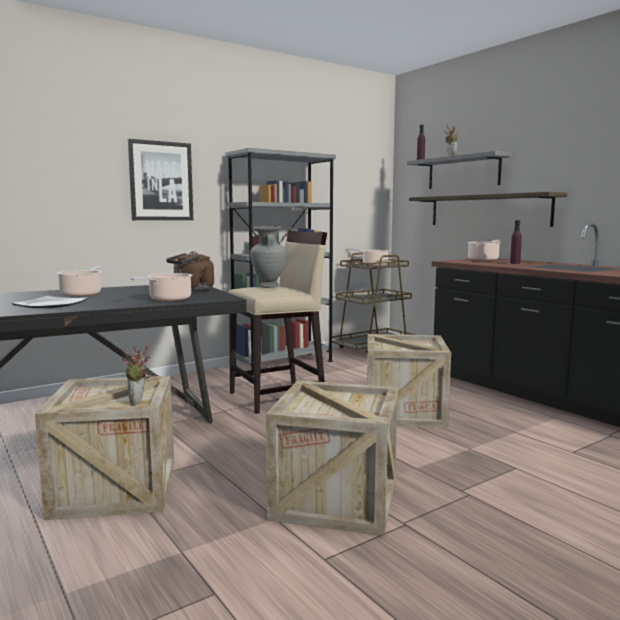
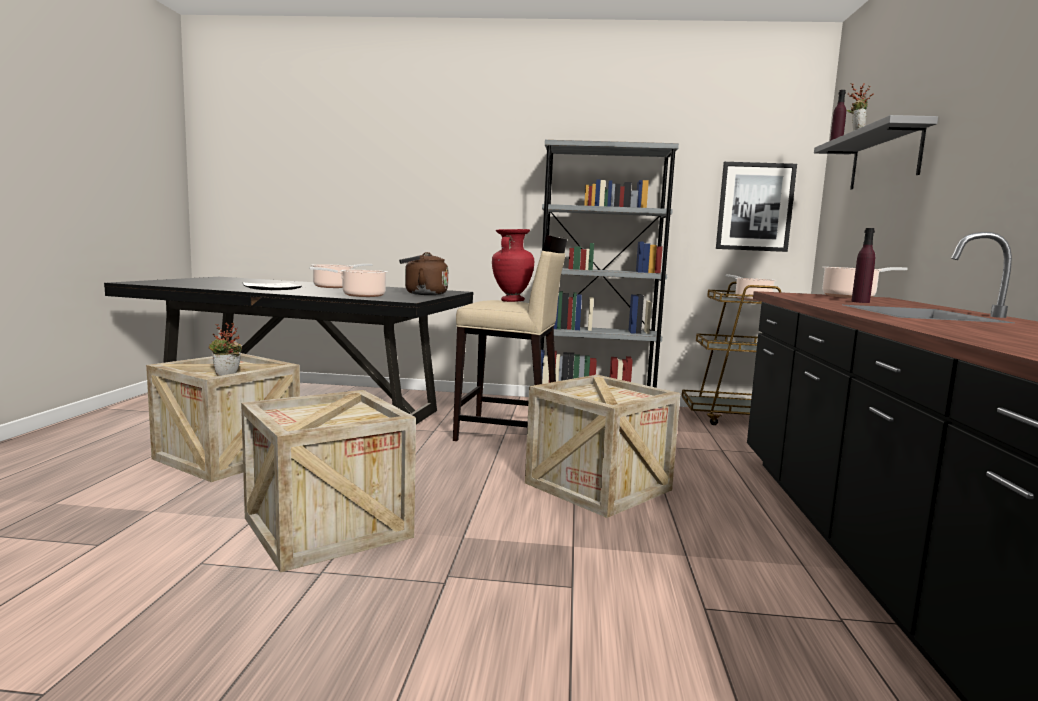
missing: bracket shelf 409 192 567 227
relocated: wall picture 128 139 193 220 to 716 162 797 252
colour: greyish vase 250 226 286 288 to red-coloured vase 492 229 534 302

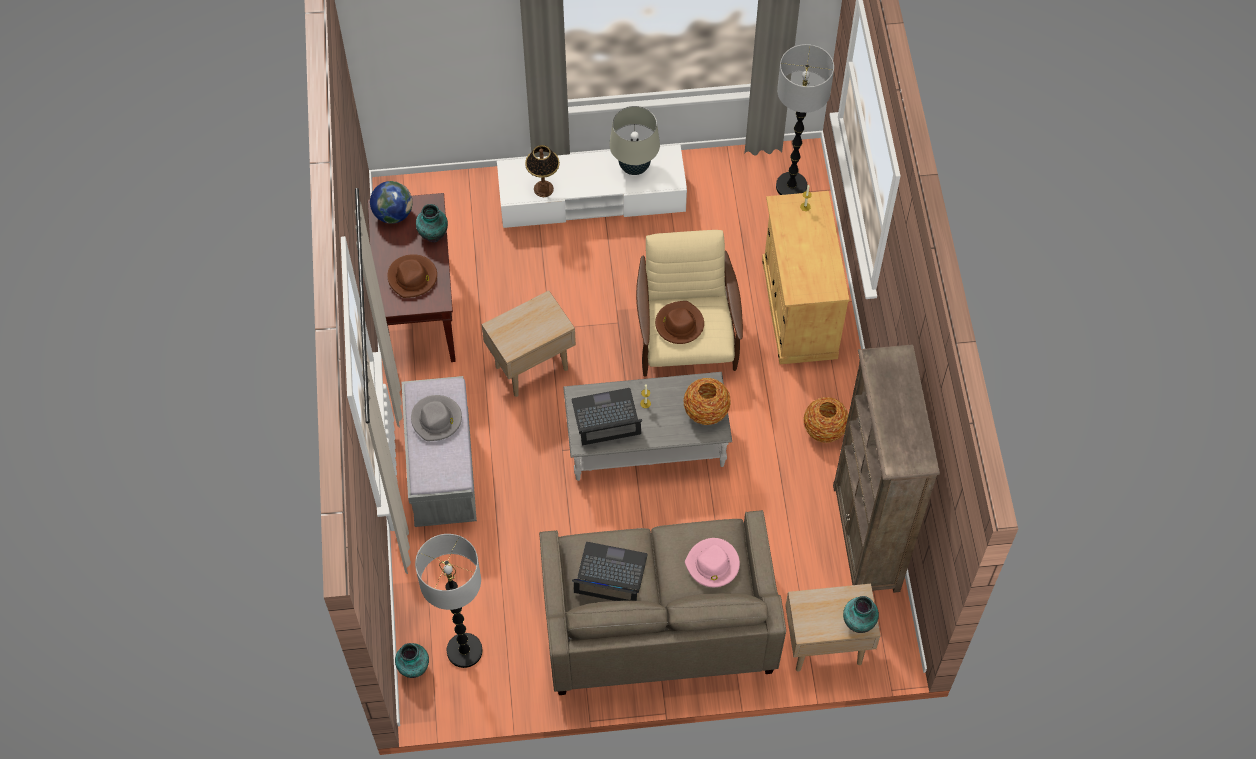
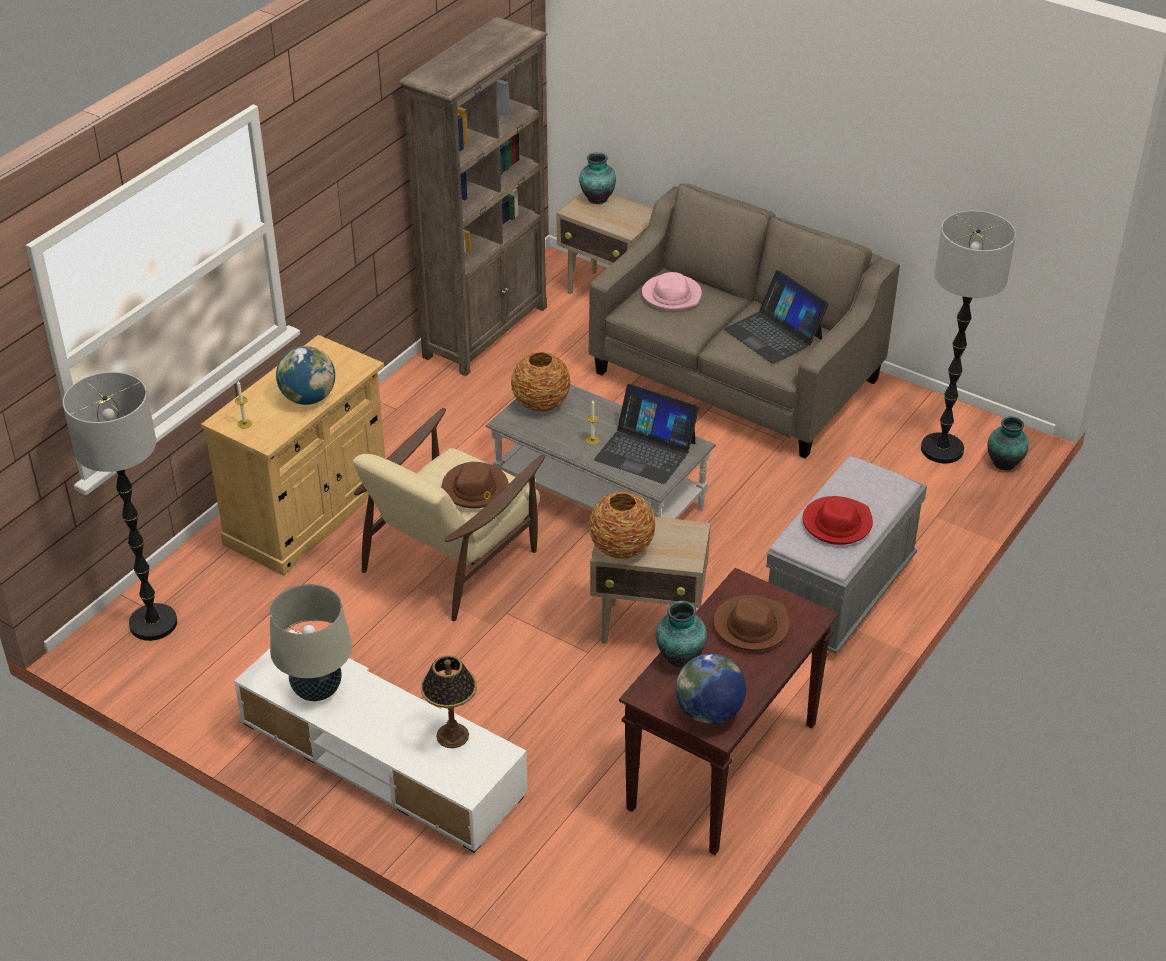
appeared: world globe 276 346 335 405
relocated: vase 803 397 848 443 to 589 492 656 559
colour: greyish clothing hat 411 395 462 441 to red-coloured clothing hat 803 496 873 545

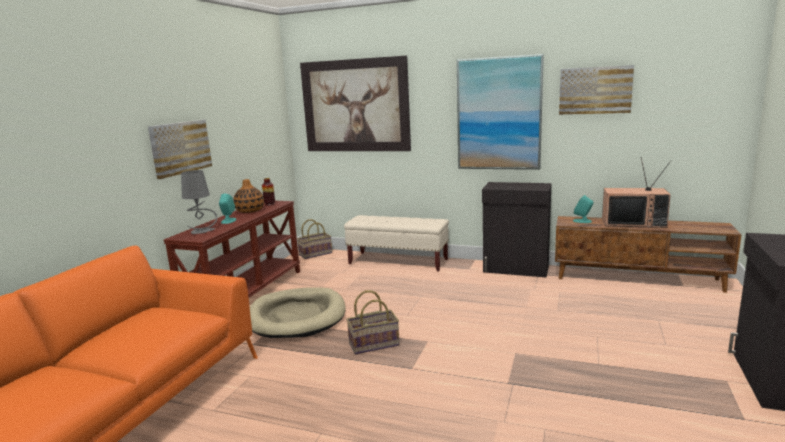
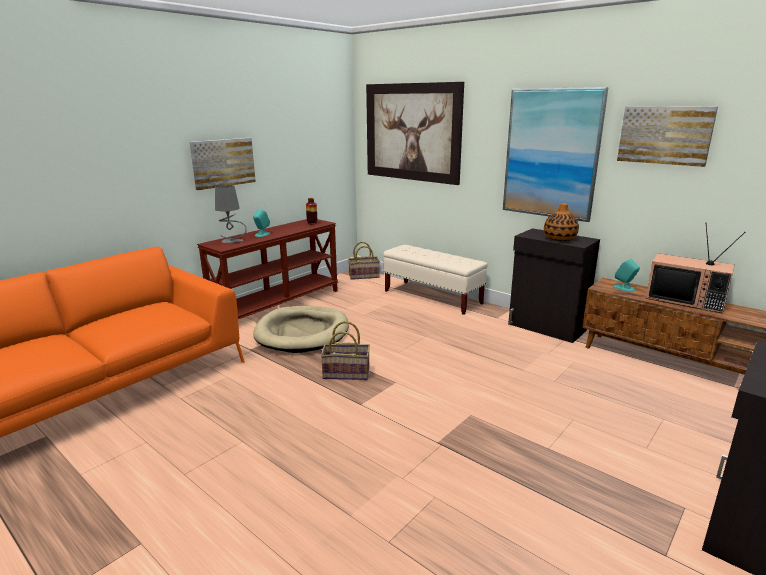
relocated: vase 233 179 264 213 to 544 203 579 241

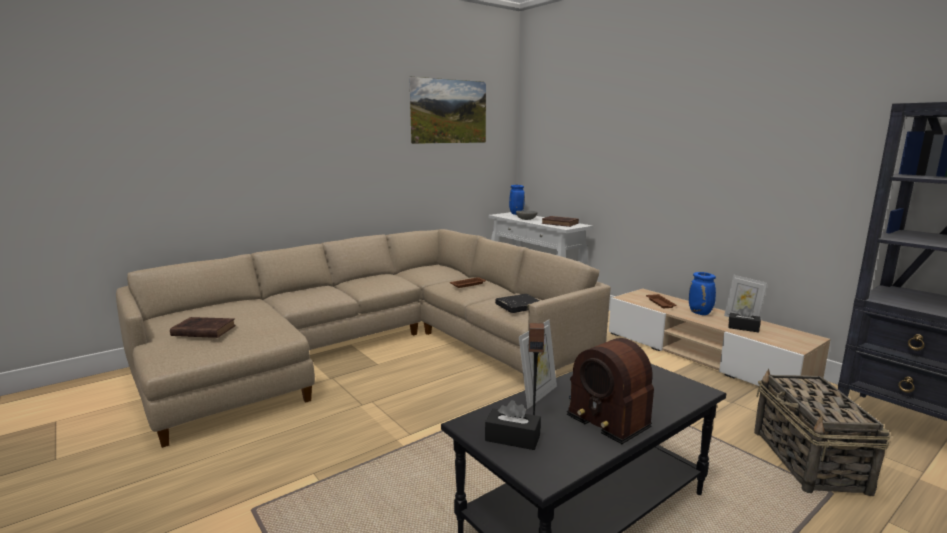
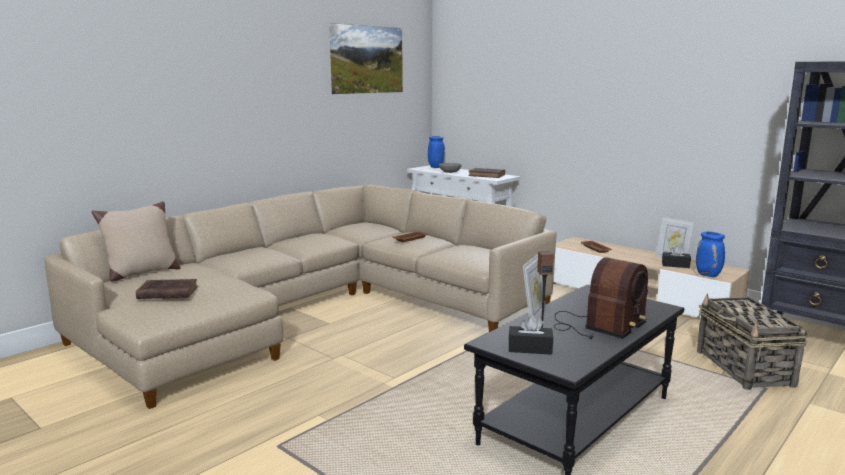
missing: black volume 495 294 540 313
appeared: sand-coloured cushion 92 201 180 282
relocated: blue-coloured vase 689 272 716 315 to 696 232 725 277
spun: radio 567 338 654 444 = 554 257 648 339 90 degrees counterclockwise

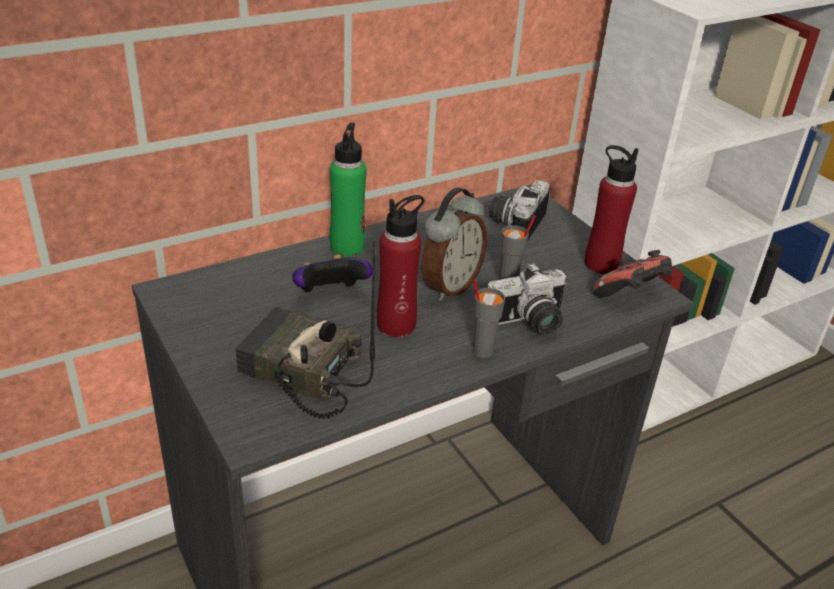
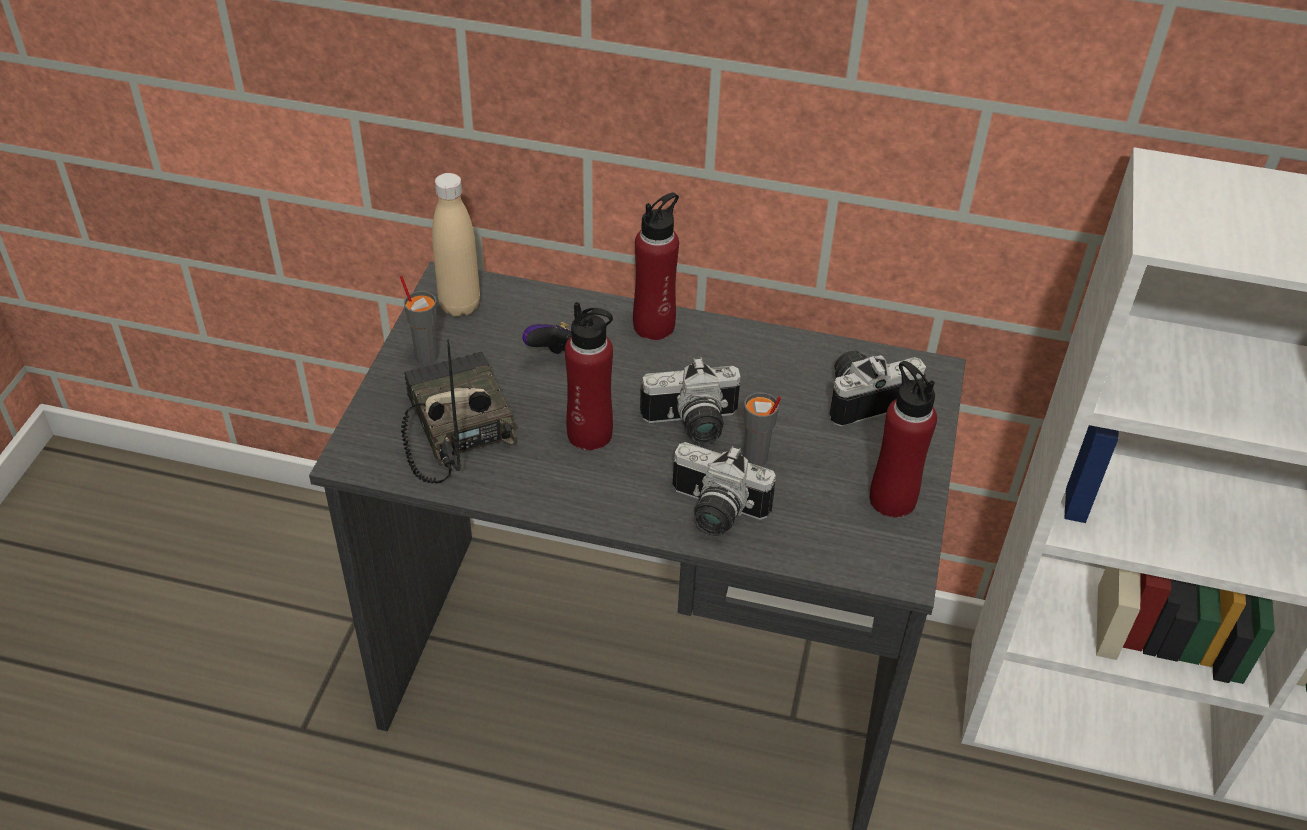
missing: gamepad 593 250 673 297
appeared: sand-coloured bottle 432 173 480 317
relocated: greyish small cup 473 279 505 358 to 400 276 438 364
exchanged: alarm clock 421 187 487 301 to still camera 640 357 741 444
colour: greenish bottle 330 122 367 257 to red-coloured bottle 633 193 679 340

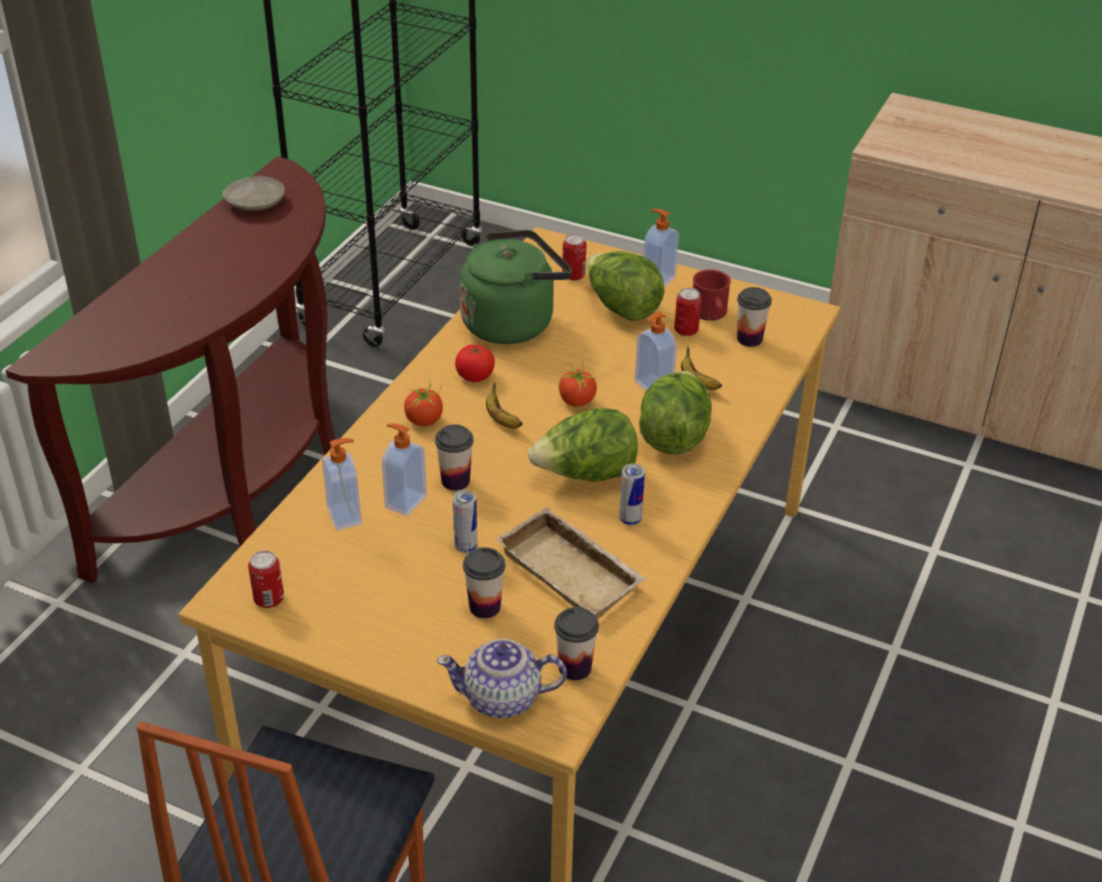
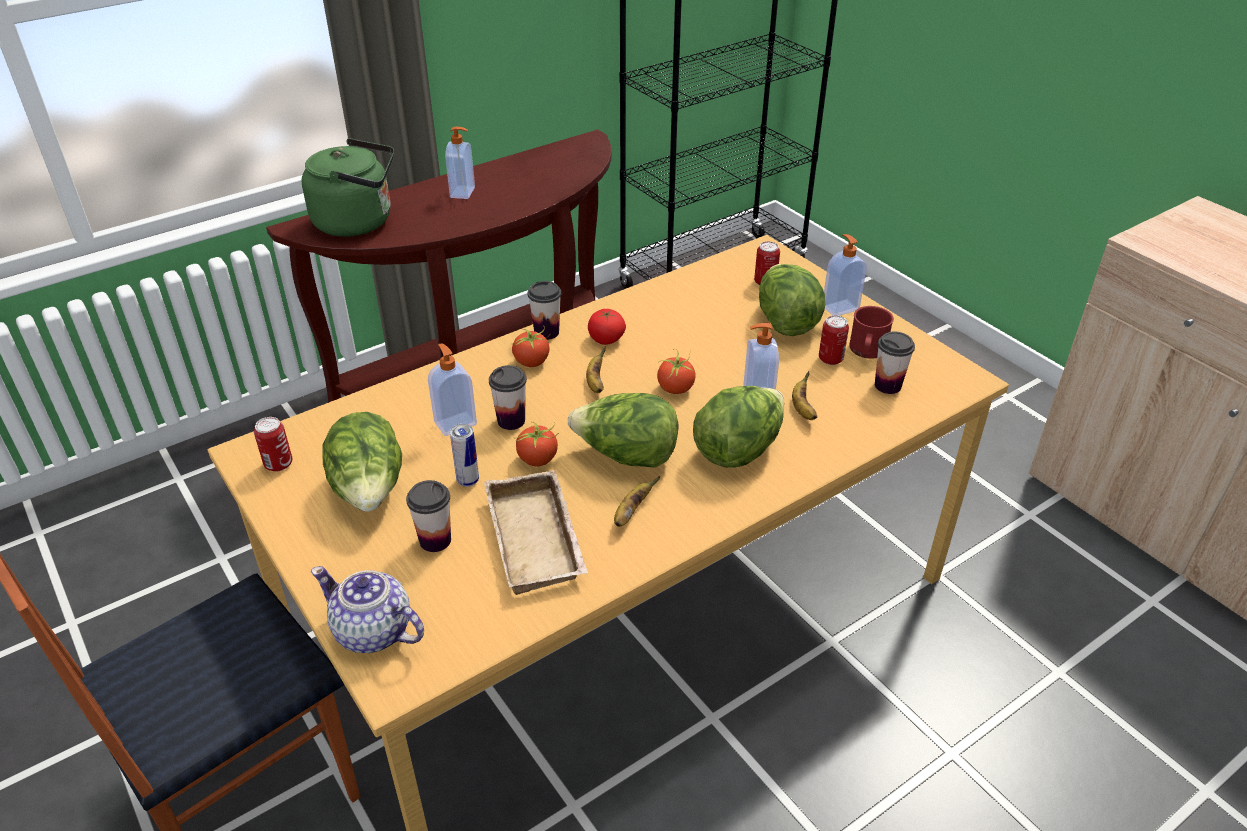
missing: sand-coloured dinner plate 223 176 285 211
appeared: lettuce 322 412 402 512; fresh tomato 516 421 559 466
relocated: greenish kettle 459 230 572 344 to 302 138 394 237; soap dispenser 322 438 362 530 to 445 127 475 199; small cup 554 607 599 680 to 528 281 561 340
exchanged: sealed can 619 464 645 526 to whole banana 614 476 660 527

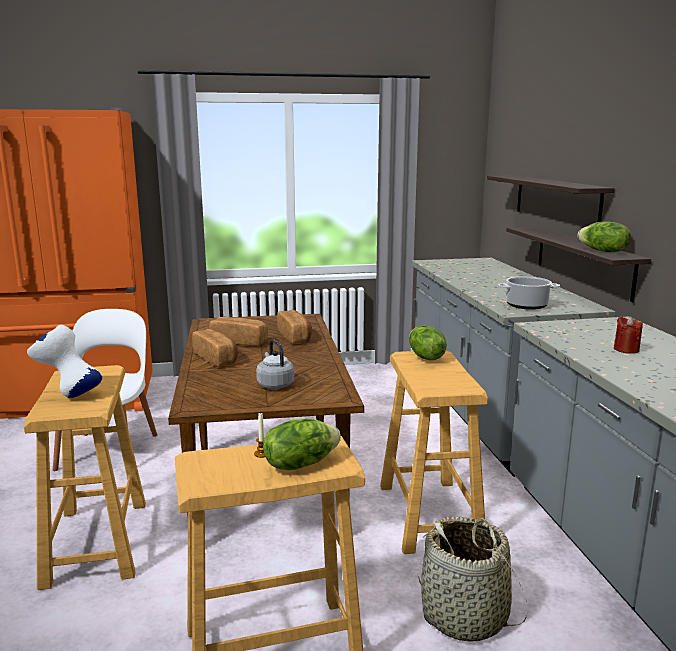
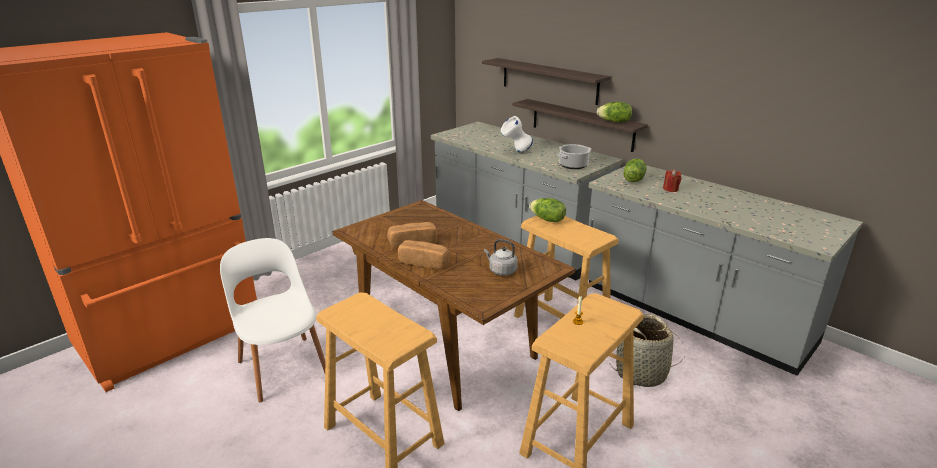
missing: bakery bread 277 310 312 344
relocated: white-coloured vase 27 325 102 398 to 501 116 533 152; lettuce 263 419 341 470 to 624 158 647 182

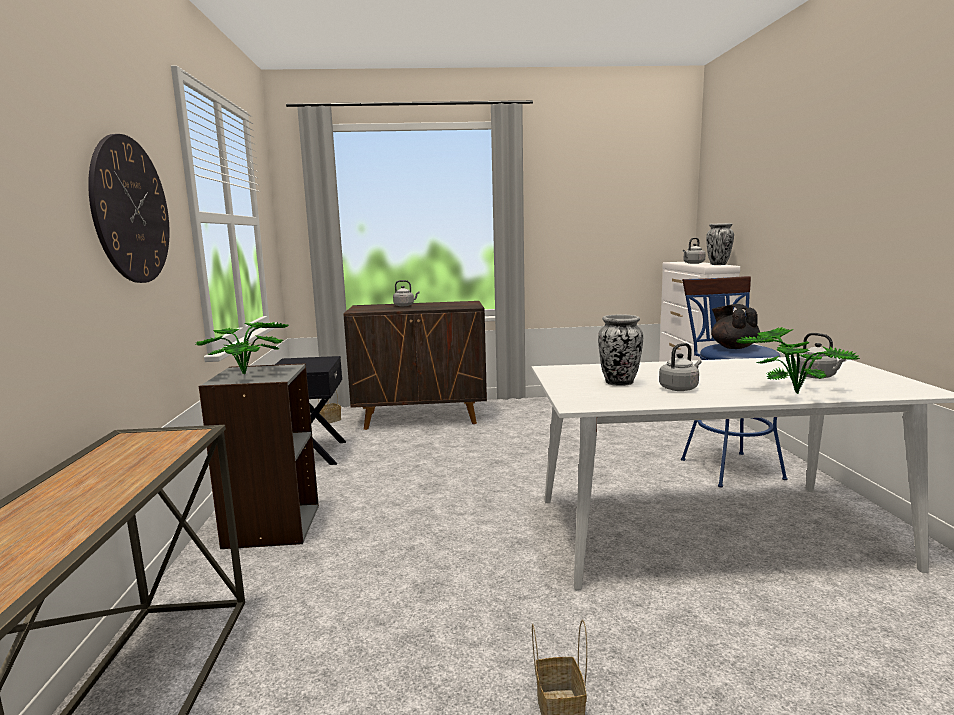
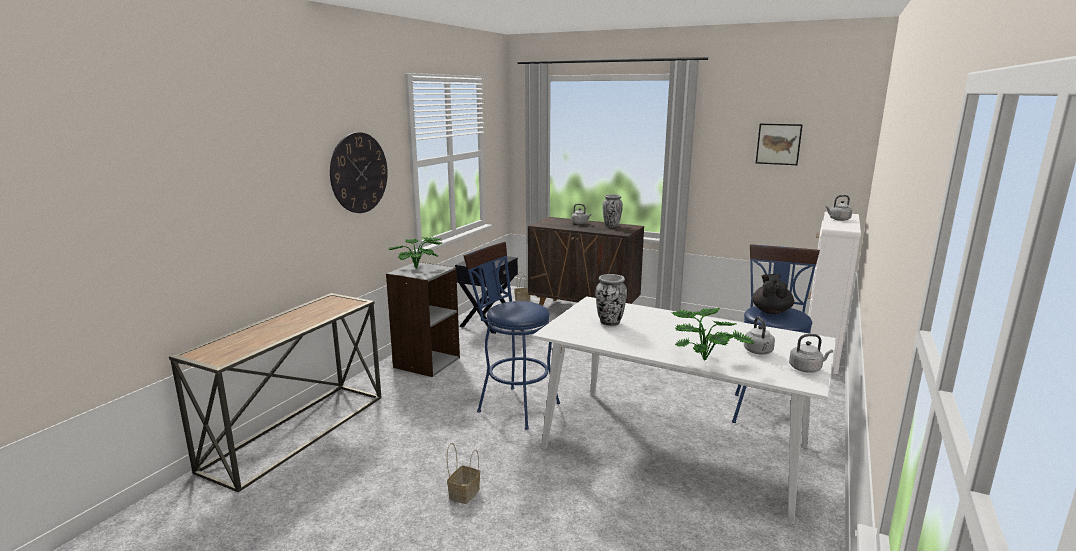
appeared: wall picture 756 124 803 165; blue-coloured sitting stool 463 242 560 430
relocated: vase 706 223 734 265 to 602 194 623 227; greyish kettle 659 343 702 391 to 789 334 833 373

